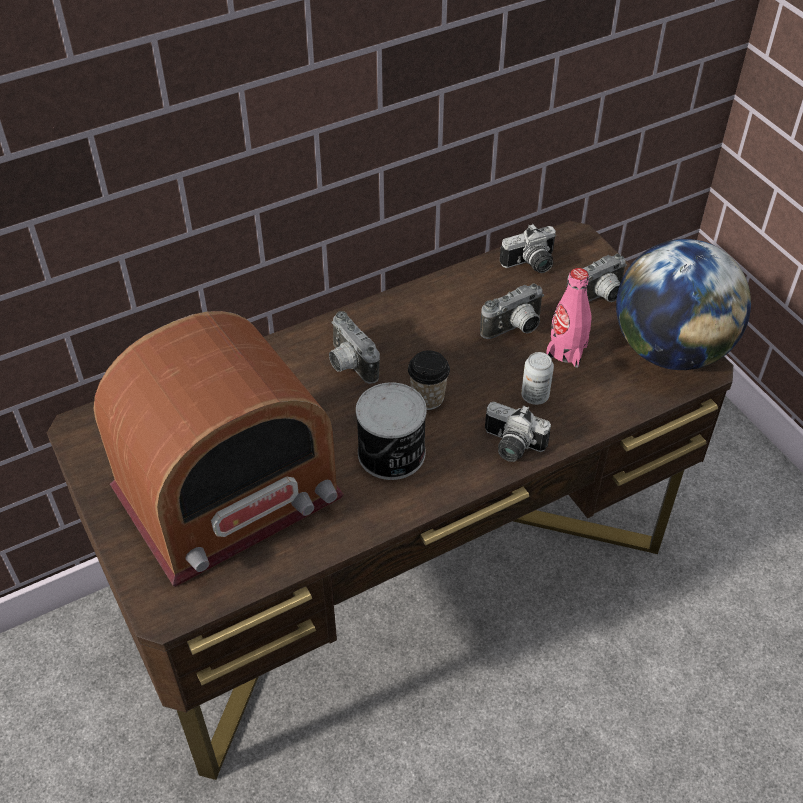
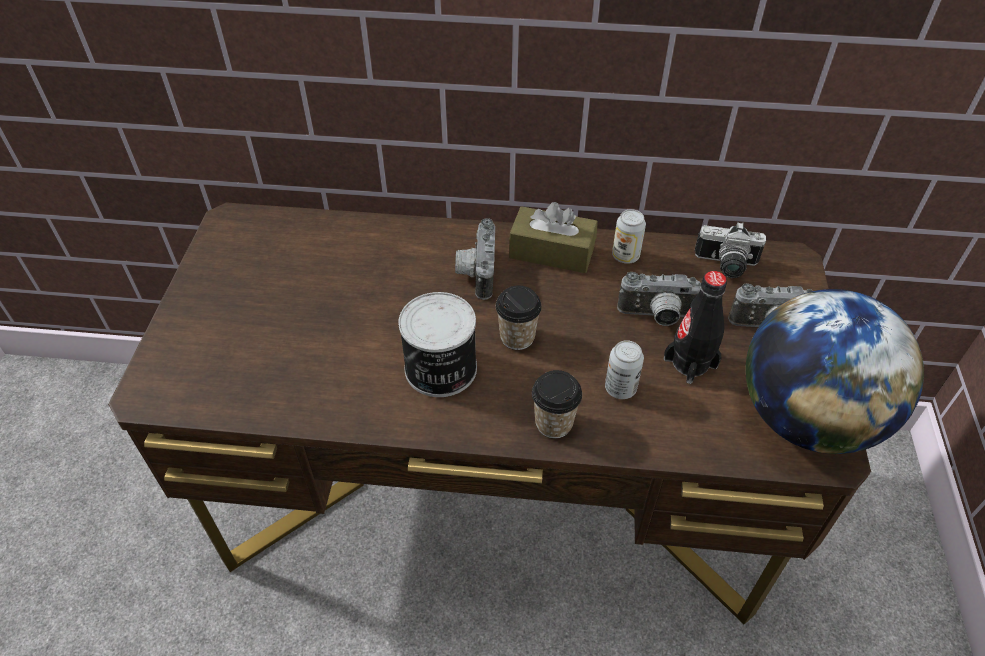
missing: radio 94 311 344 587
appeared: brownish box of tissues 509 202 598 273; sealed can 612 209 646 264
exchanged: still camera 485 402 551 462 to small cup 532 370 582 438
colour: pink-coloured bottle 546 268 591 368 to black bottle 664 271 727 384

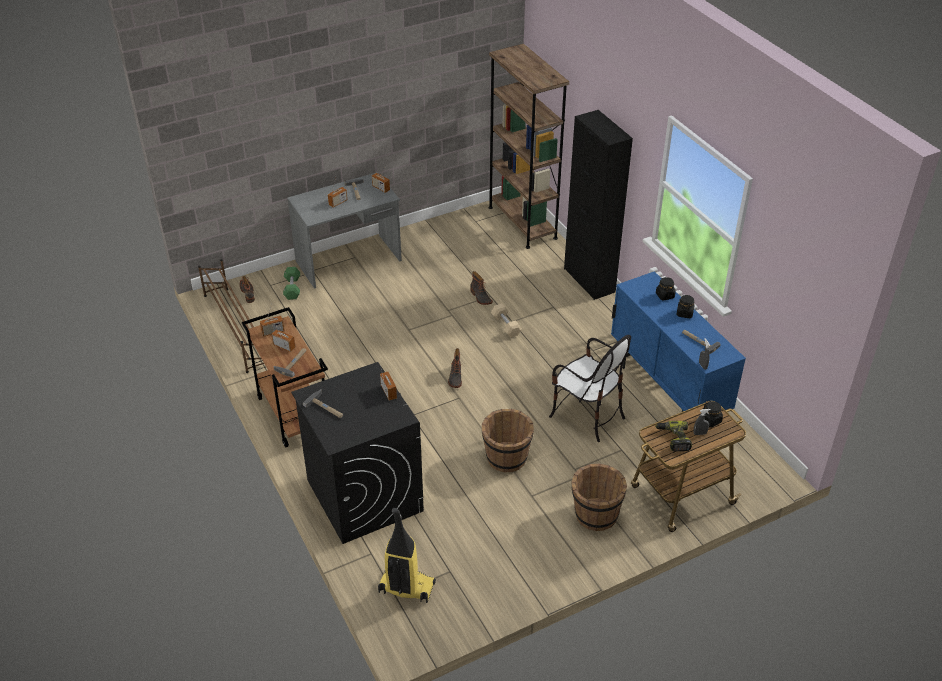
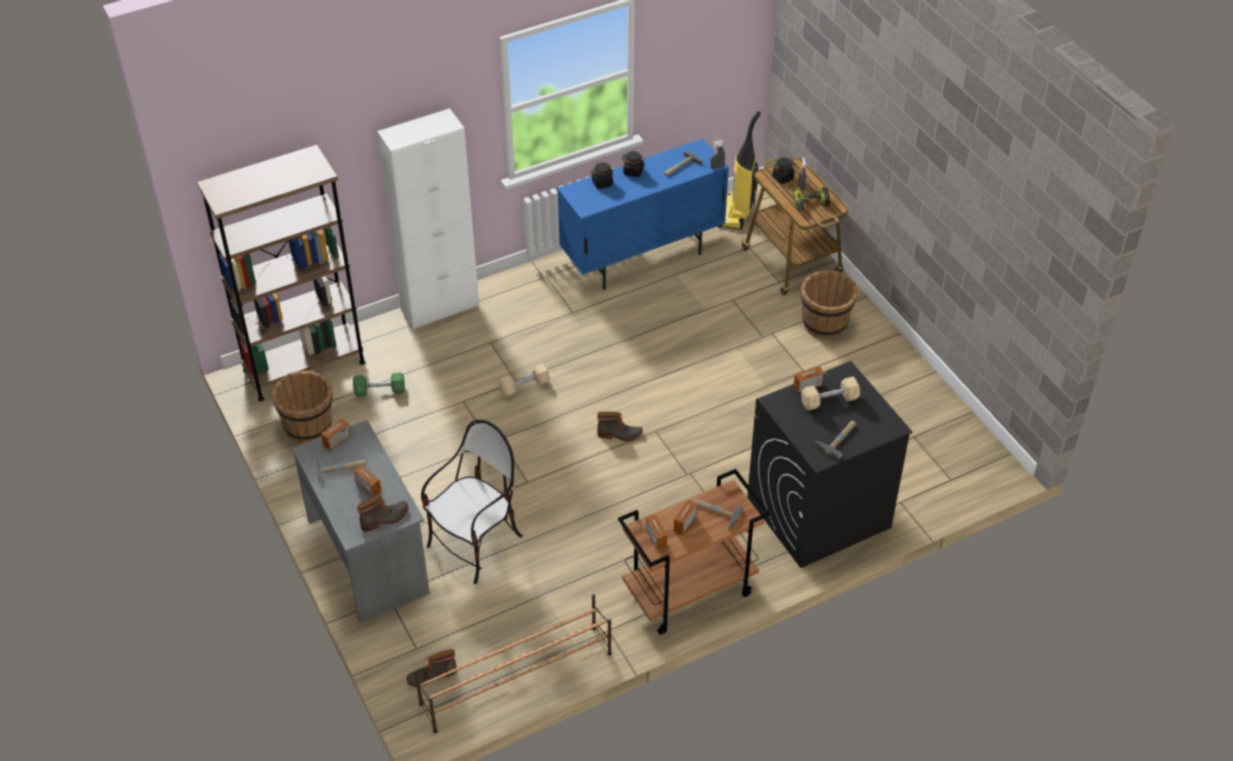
appeared: sand-coloured free weight 801 376 860 411
relocated: greenish free weight 283 267 300 300 to 353 372 405 397; high-top boot 470 271 493 305 to 357 495 409 532; plain chair 549 335 631 442 to 421 419 523 584; brownish pail 482 409 534 472 to 272 371 333 443; vacuum 378 508 436 603 to 717 111 761 229
colour: black cupboard 564 110 633 300 to white-coloured cupboard 377 108 479 330

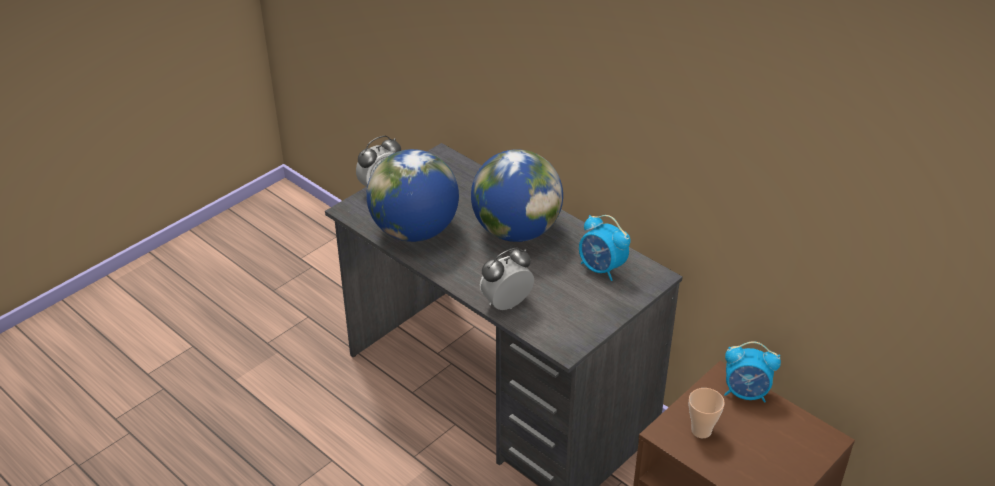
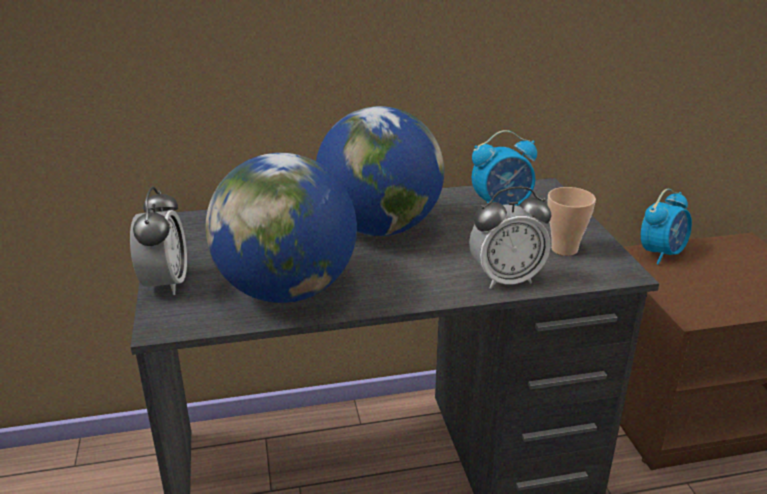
relocated: small cup 689 388 725 438 to 547 187 596 256
spun: alarm clock 480 248 534 310 = 469 186 551 289 105 degrees counterclockwise

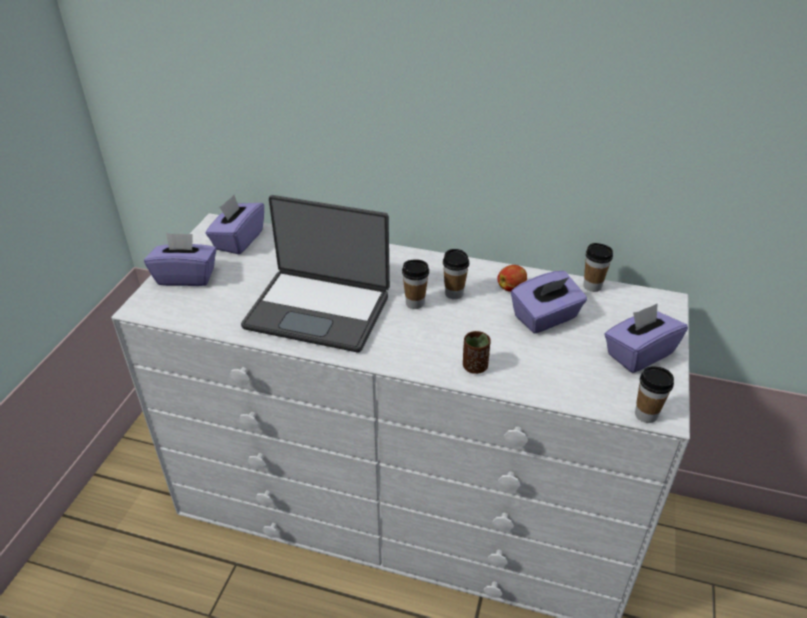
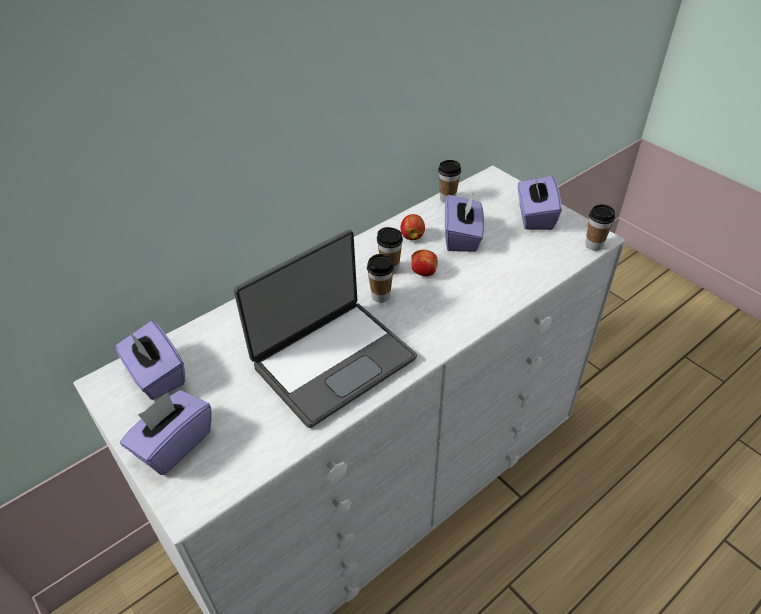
missing: brownish small cup 463 331 491 374
appeared: apple 411 250 438 276

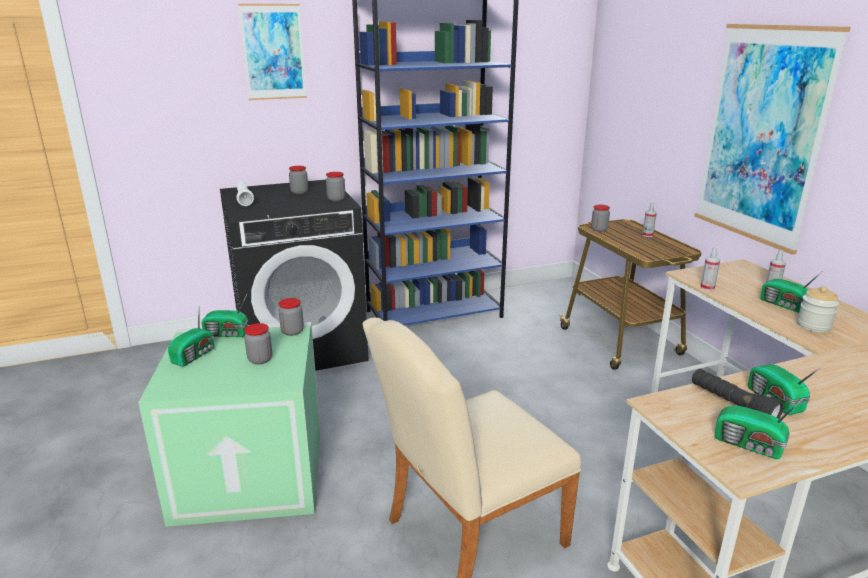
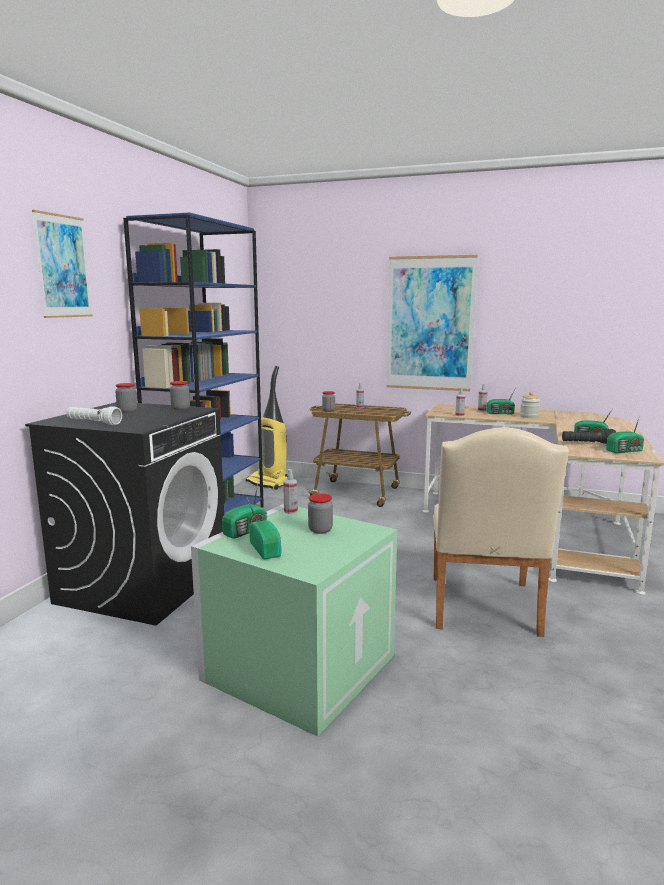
appeared: vacuum 246 366 288 490
exchanged: jar 279 298 304 336 to hand sprayer 283 469 298 514

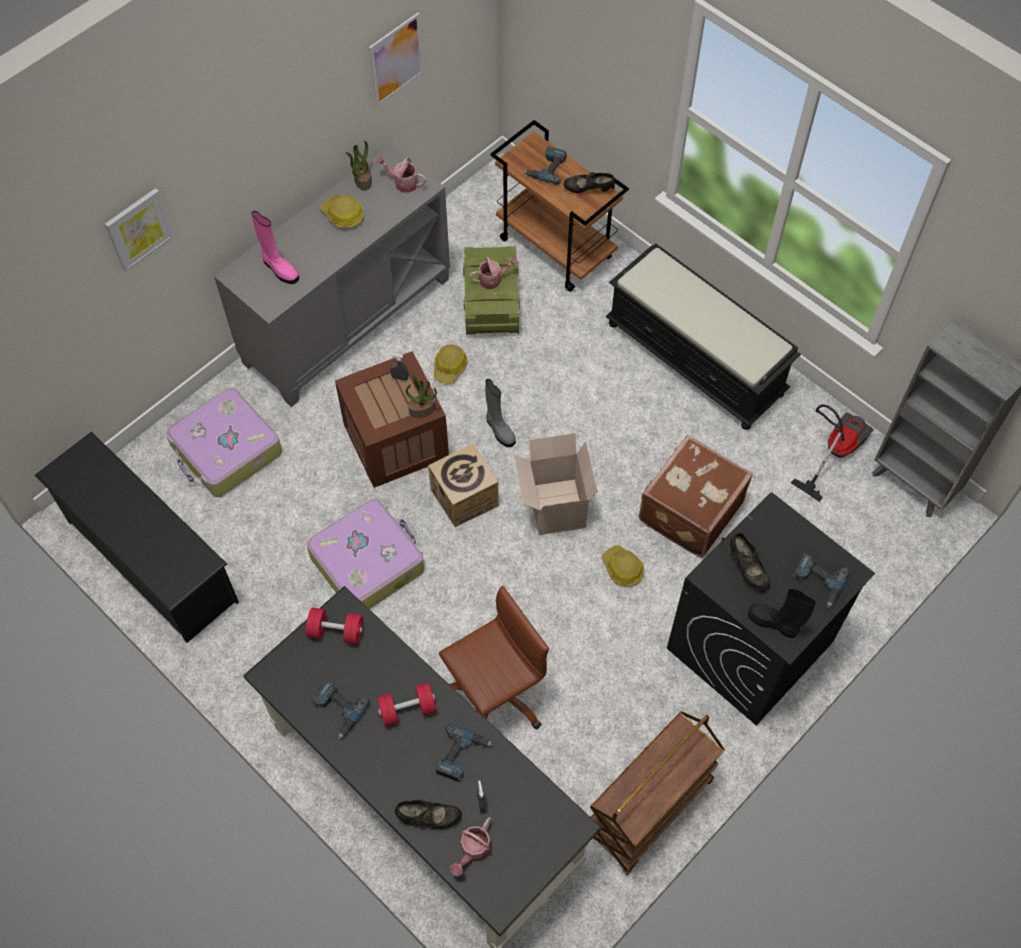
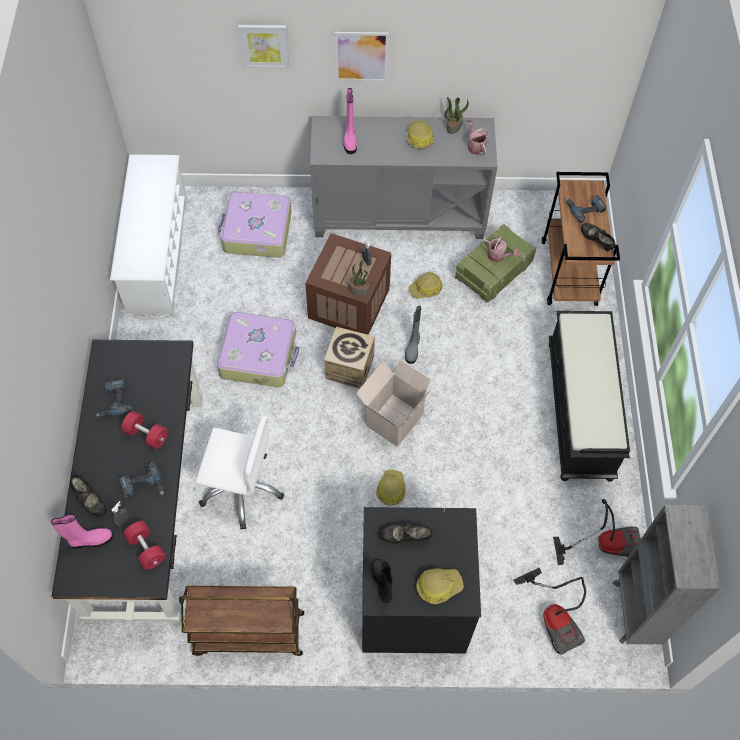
missing: brownish travel case 639 435 753 558
appeared: vacuum 514 568 586 655
relocated: wall picture 369 13 424 107 to 335 32 389 81; red-coloured free weight 306 608 363 644 to 123 521 166 570
exchanged: drill 793 553 850 608 to work helmet 416 569 464 605; watering pot 451 817 491 876 to pink-coloured high-top boot 51 514 113 549
colour: black shoe rack 35 432 239 643 to white-coloured shoe rack 110 154 187 316; brownish desk chair 439 586 549 729 to white-coloured desk chair 195 416 284 529
spun: black low shoe 730 533 770 591 = 380 523 433 544 75 degrees clockwise

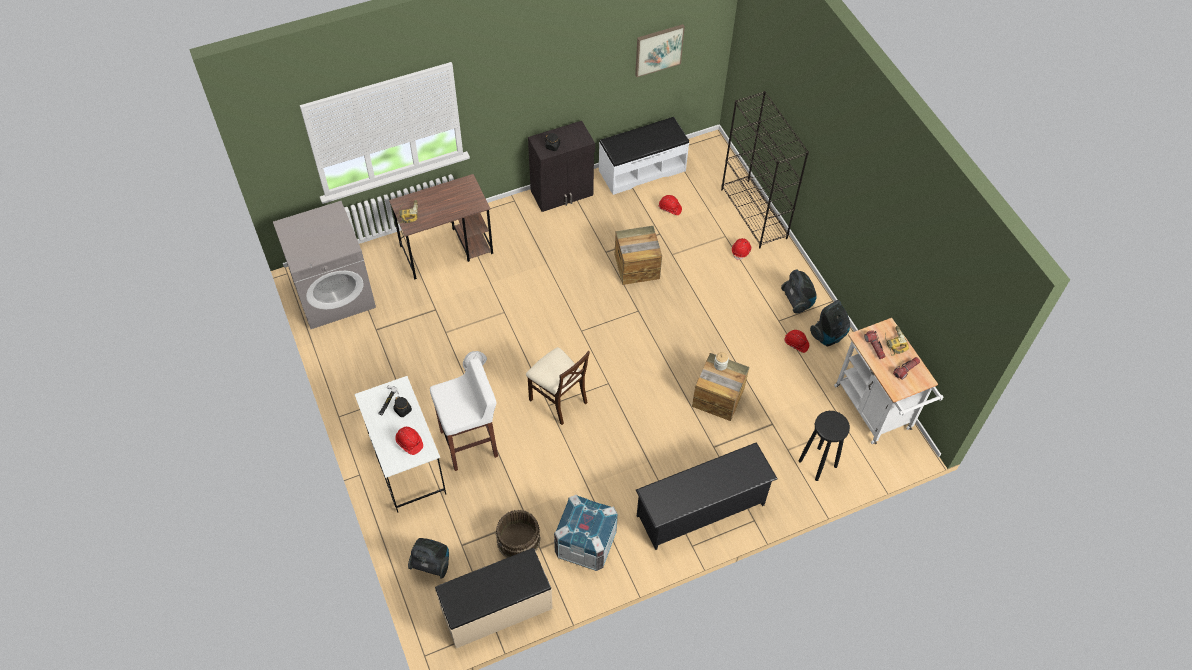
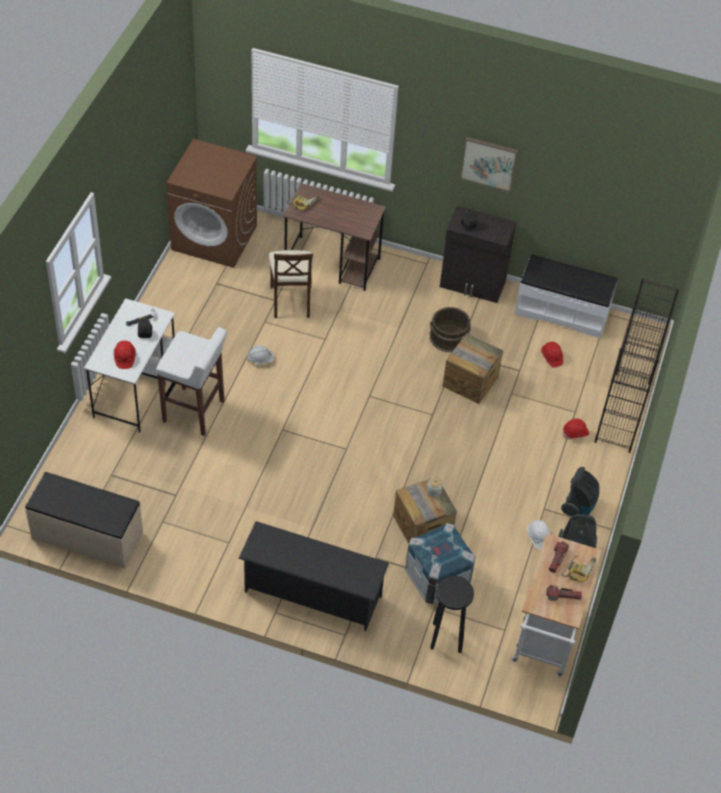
missing: vacuum 408 538 449 579
relocated: wall picture 635 24 685 77 to 460 137 518 192; sand-coloured plain chair 526 347 590 425 to 269 250 314 318; packing crate 554 495 618 571 to 405 523 476 604; brownish pail 496 510 541 558 to 429 307 471 352
colour: greyish laundry appliance 273 201 376 329 to brownish laundry appliance 167 139 257 268; red-coloured work helmet 784 330 809 353 to white-coloured work helmet 527 520 550 549

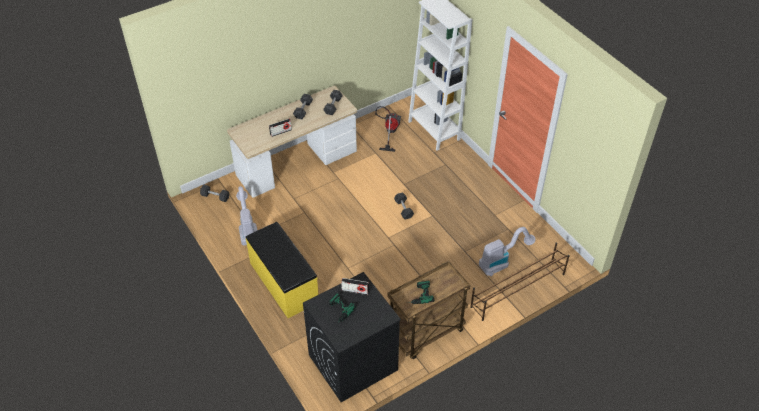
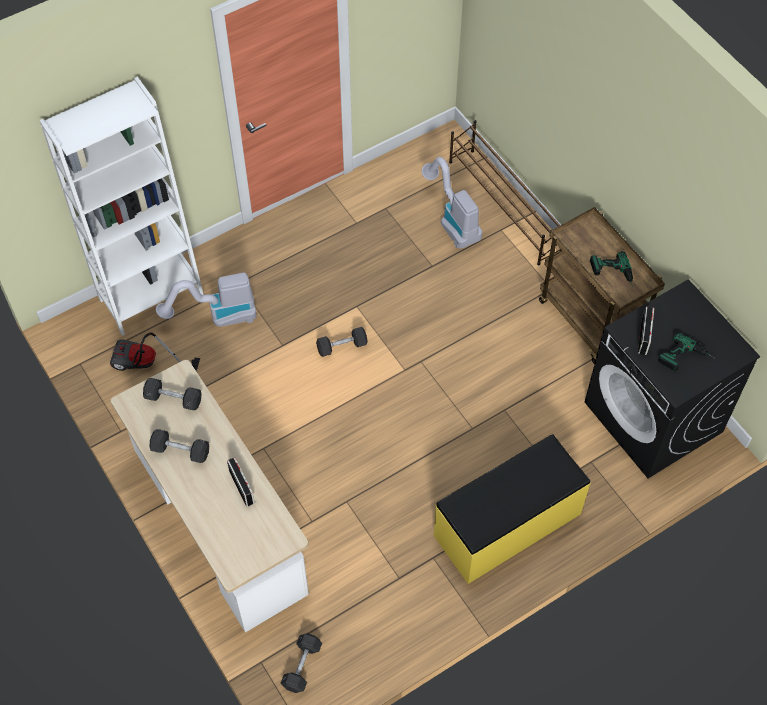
relocated: vacuum 236 186 257 245 to 156 272 257 327

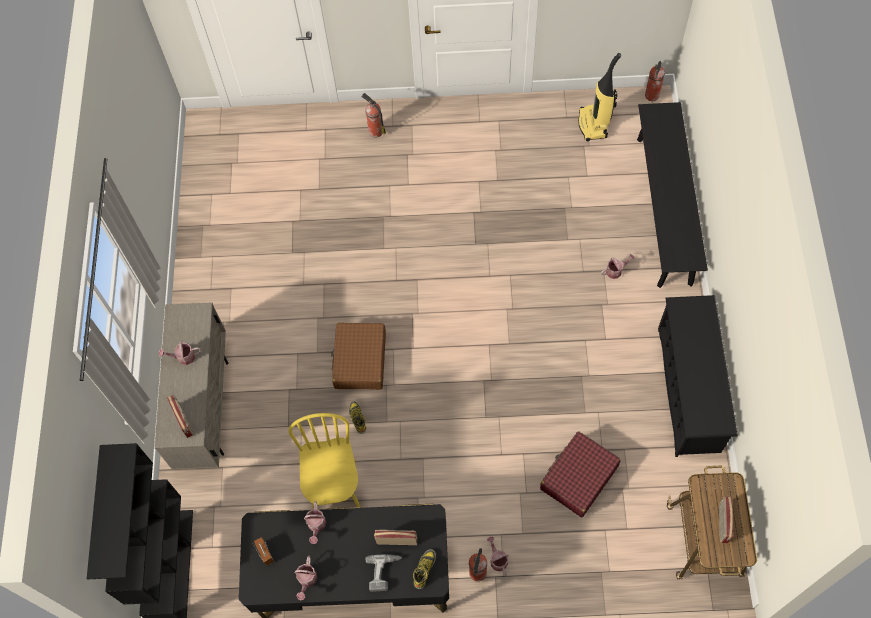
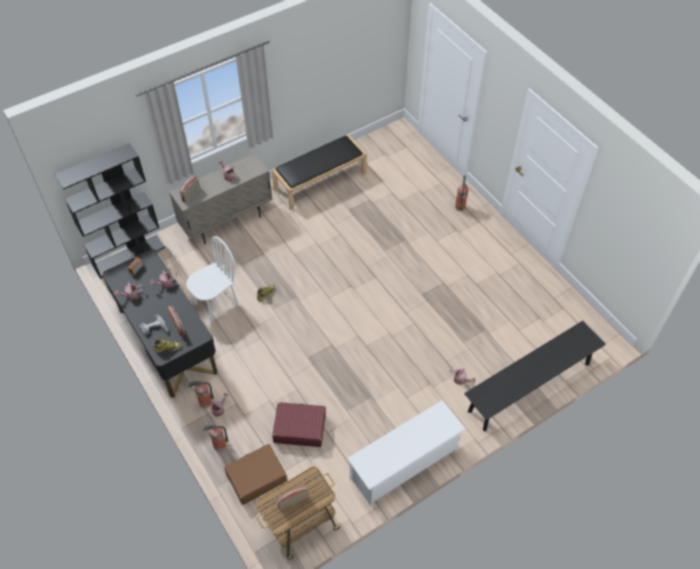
missing: vacuum 578 53 621 141
appeared: black bench 272 134 367 210
relocated: extinguisher 645 61 665 101 to 203 424 229 451; brownish travel case 331 323 386 390 to 224 444 287 505
colour: black shoe rack 658 295 738 457 to white-coloured shoe rack 347 400 466 506; yellow plain chair 288 413 360 509 to white-coloured plain chair 186 236 239 323

